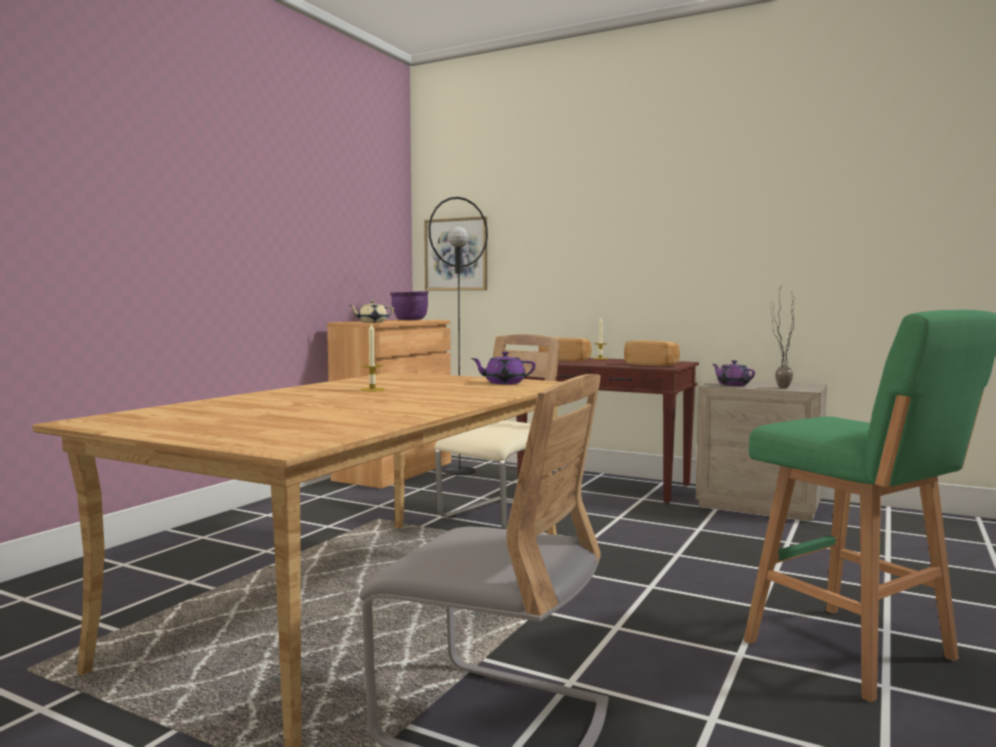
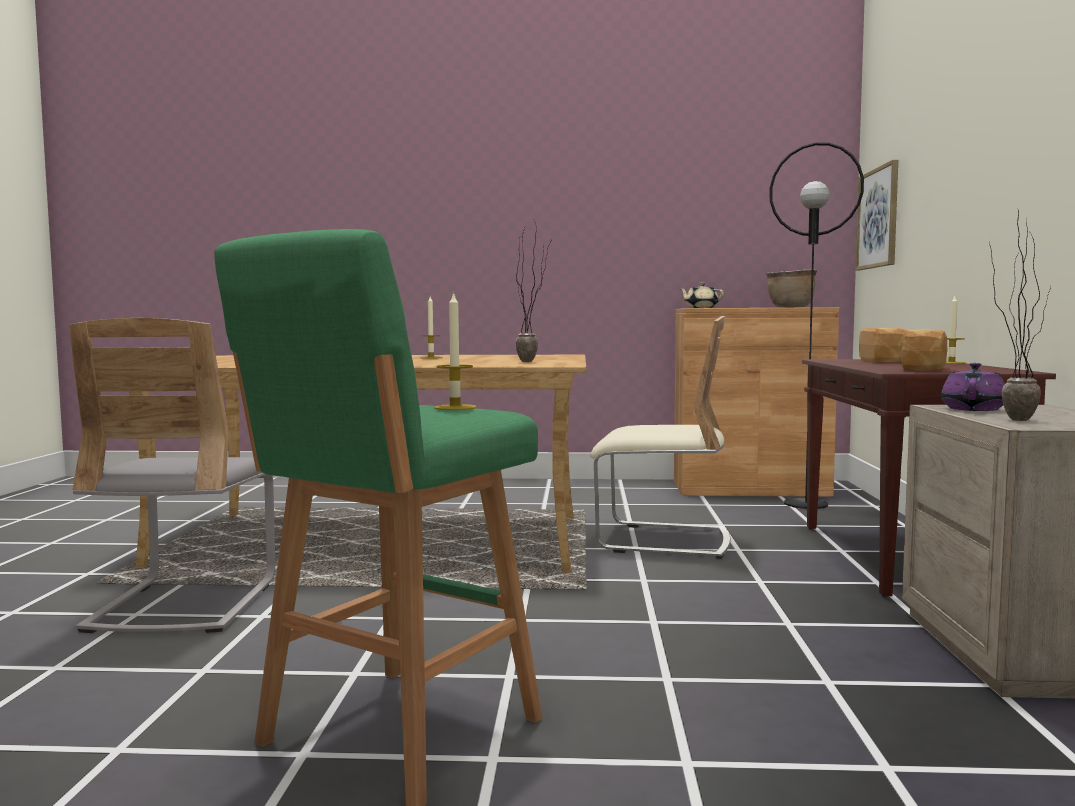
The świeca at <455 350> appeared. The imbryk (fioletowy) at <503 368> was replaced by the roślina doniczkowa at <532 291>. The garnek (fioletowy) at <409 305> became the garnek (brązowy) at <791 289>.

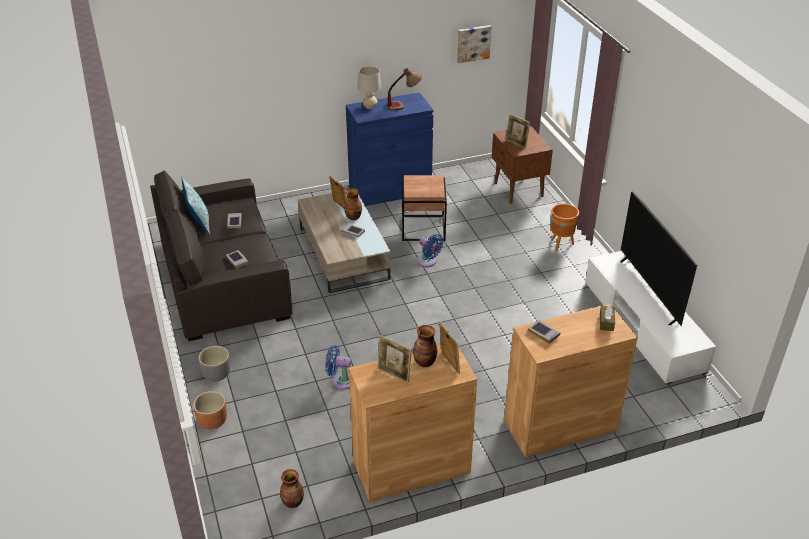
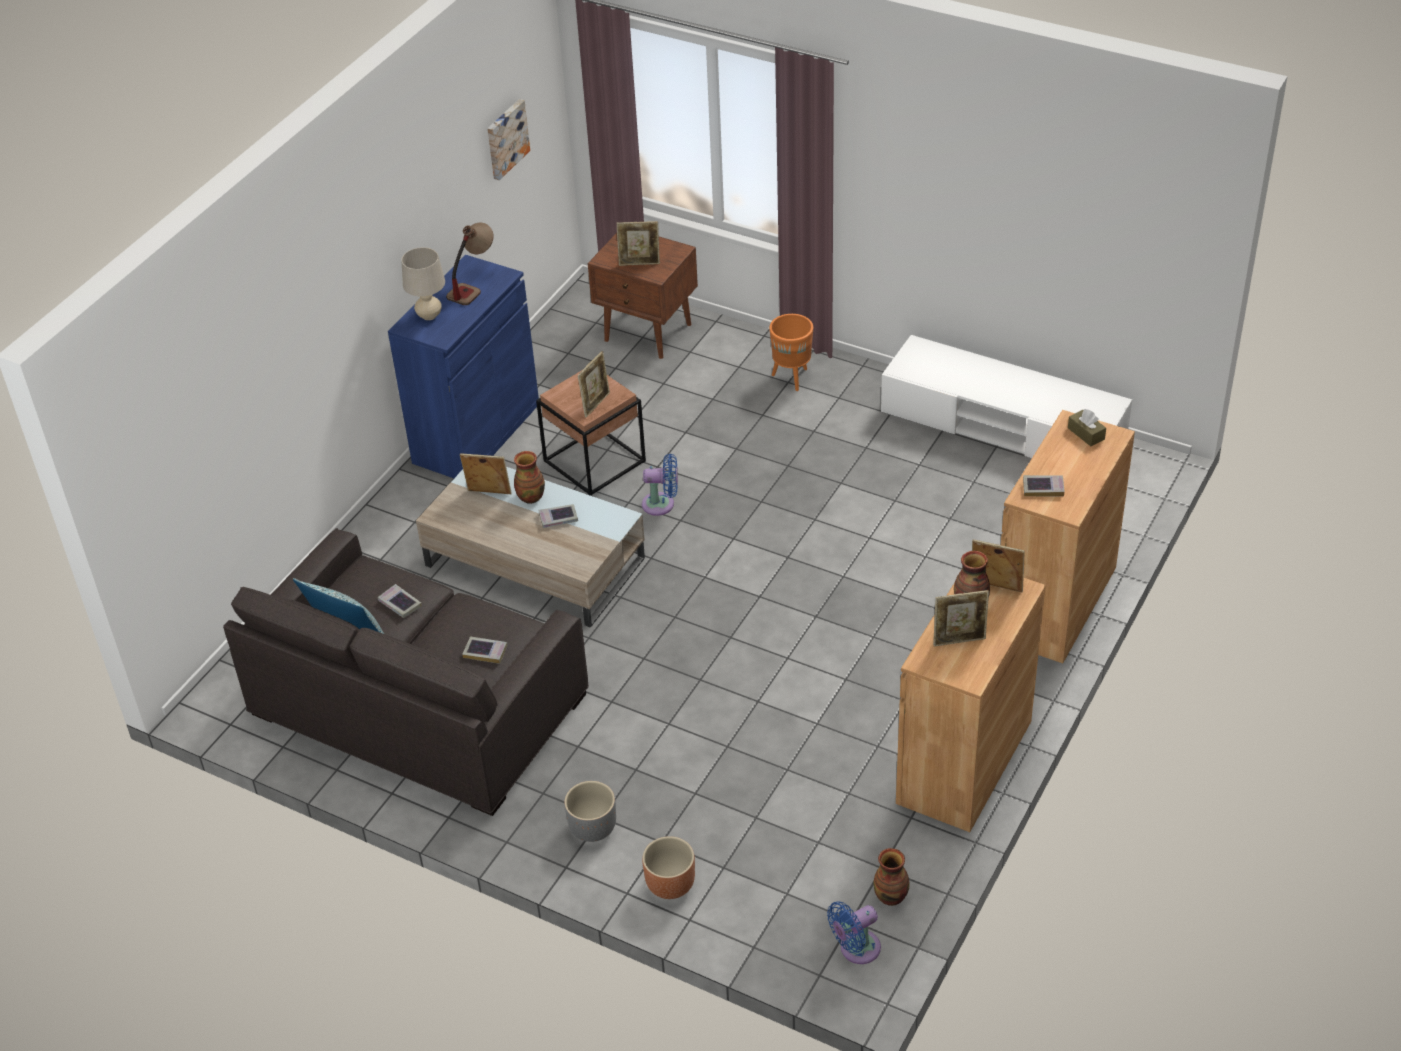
The telewizor at <658 258> disappeared. The ramka na zdjęcie at <594 384> appeared. The wentylator (niebieski) moved from <338 367> to <854 932>.

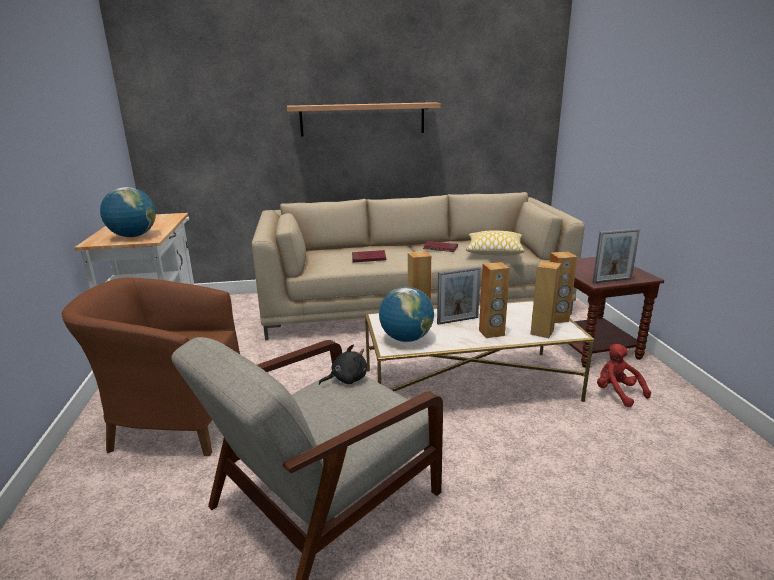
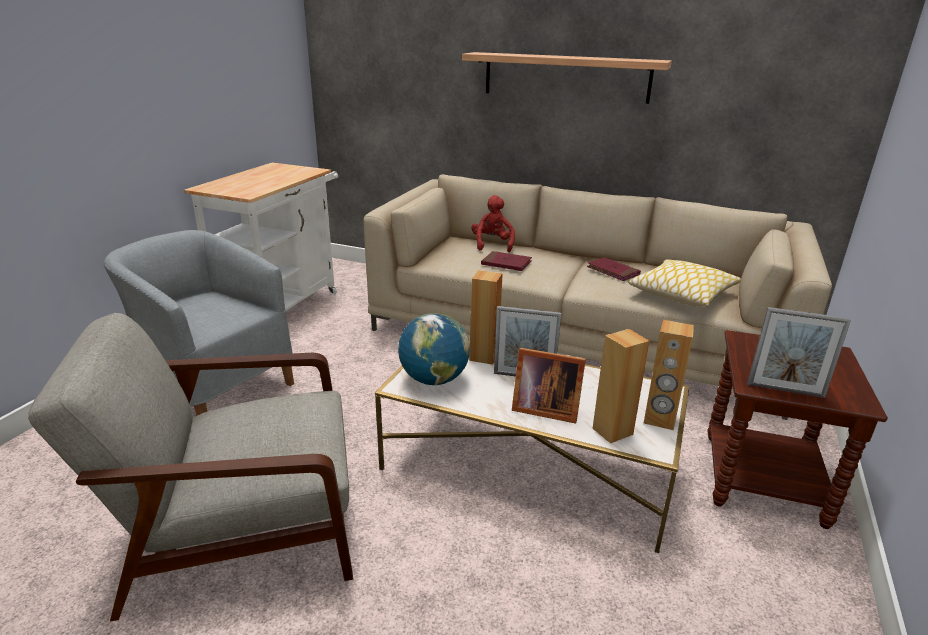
The globus at <128 212> disappeared. The pluszak (czarny) at <343 364> disappeared. The pluszak (czerwony) moved from <624 375> to <493 223>. The głośnik (brązowy) at <494 300> was replaced by the ramka na zdjęcie at <549 386>. The fotel (brązowy) at <151 366> became the fotel (szary) at <198 323>.

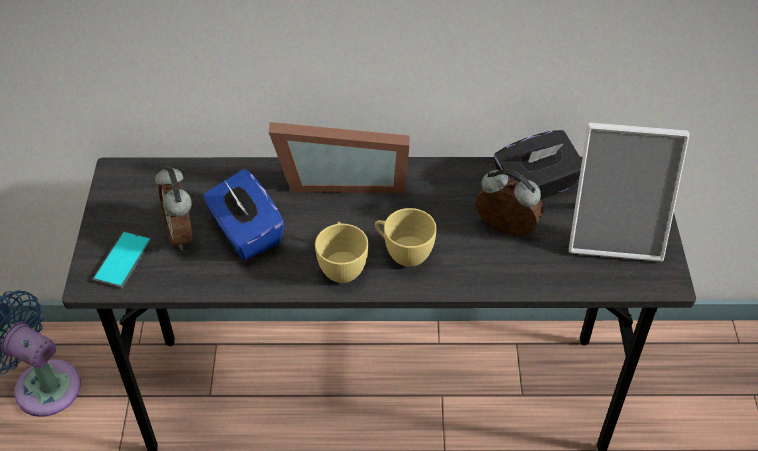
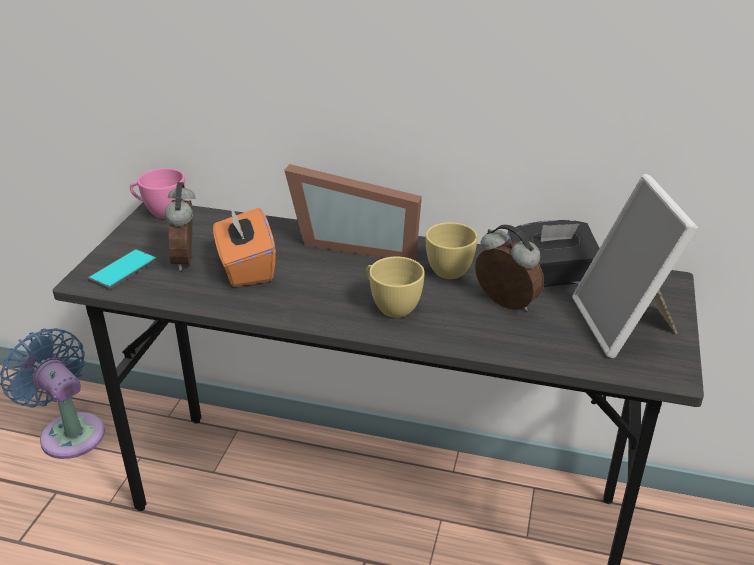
The filiżanka (różowy) at <157 193> appeared. The filiżanka (żółty) moved from <341 252> to <451 250>. The pudełko chusteczek (niebieski) at <243 214> became the pudełko chusteczek (pomarańczowy) at <244 245>. The ramka na zdjęcie at <629 192> turned 60 degrees clockwise.

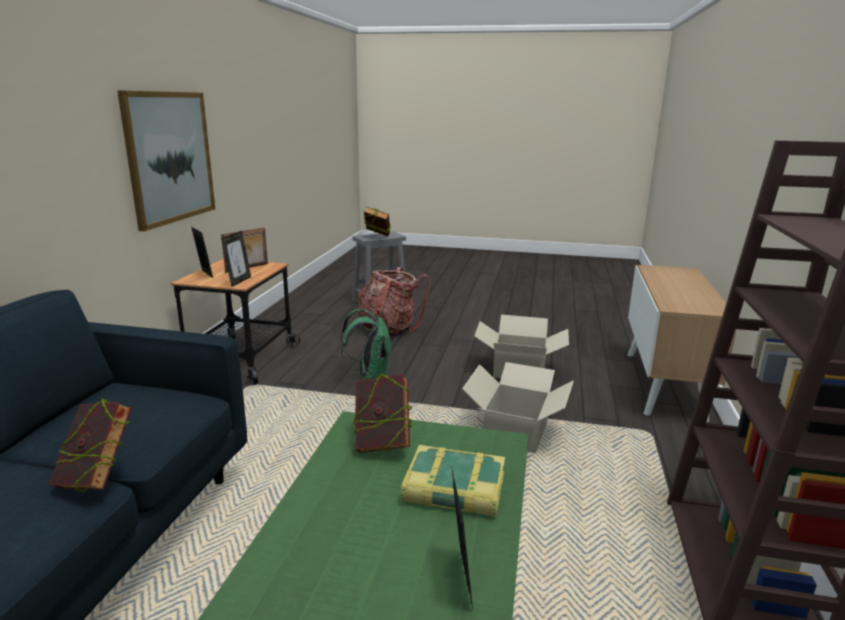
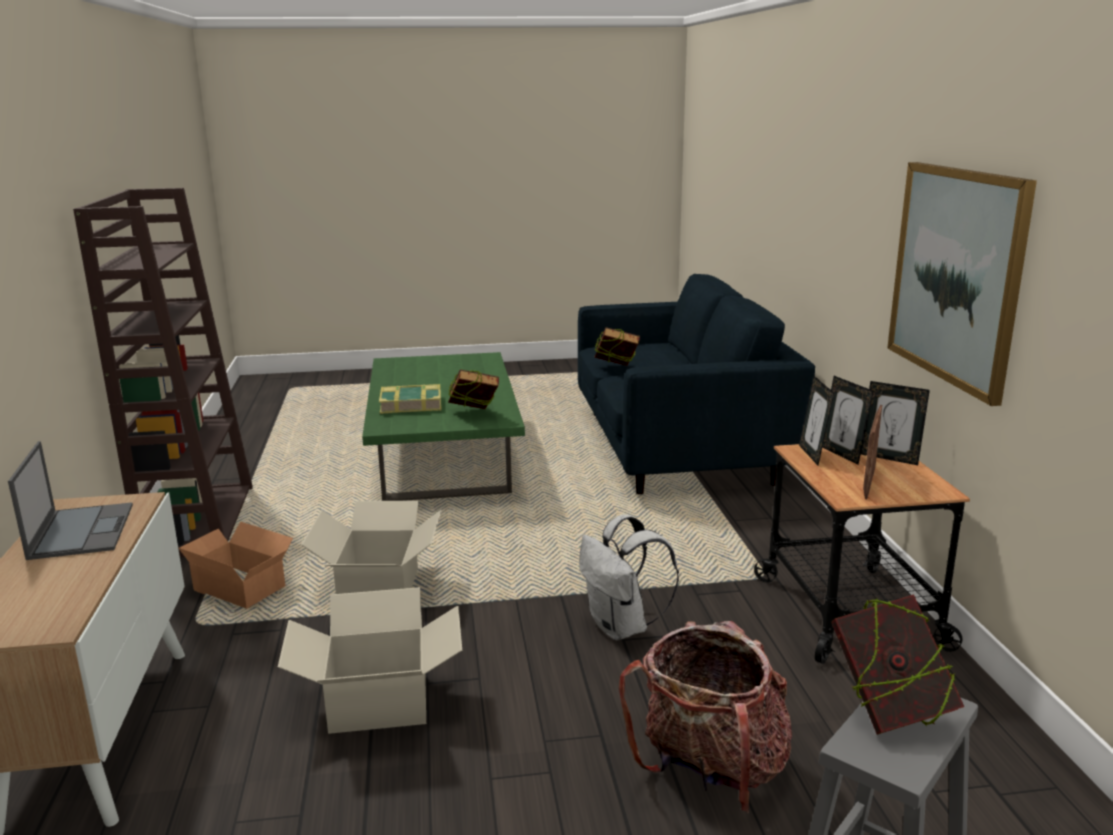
The laptop at <70 500> appeared. The karton at <235 565> appeared. The ramka na zdjęcie moved from <462 539> to <848 420>. The plecak (zielony) at <366 344> became the plecak (biały) at <629 577>.

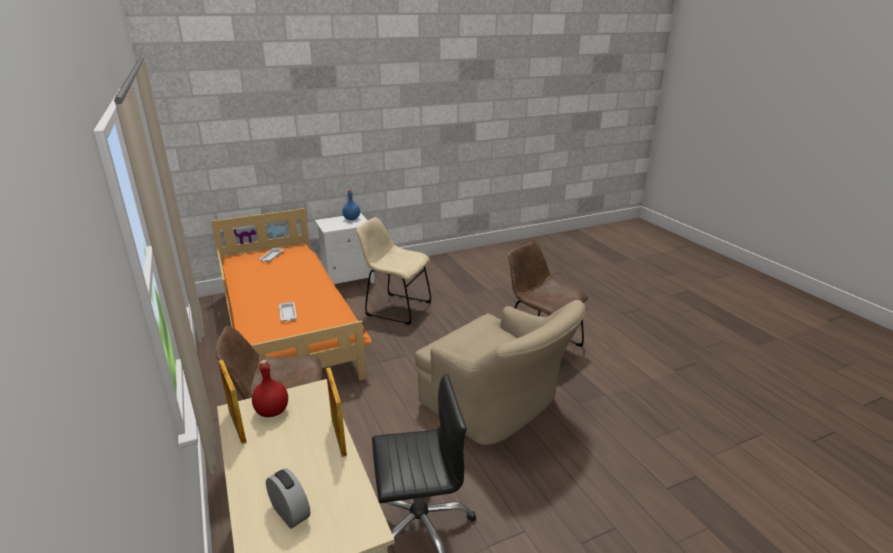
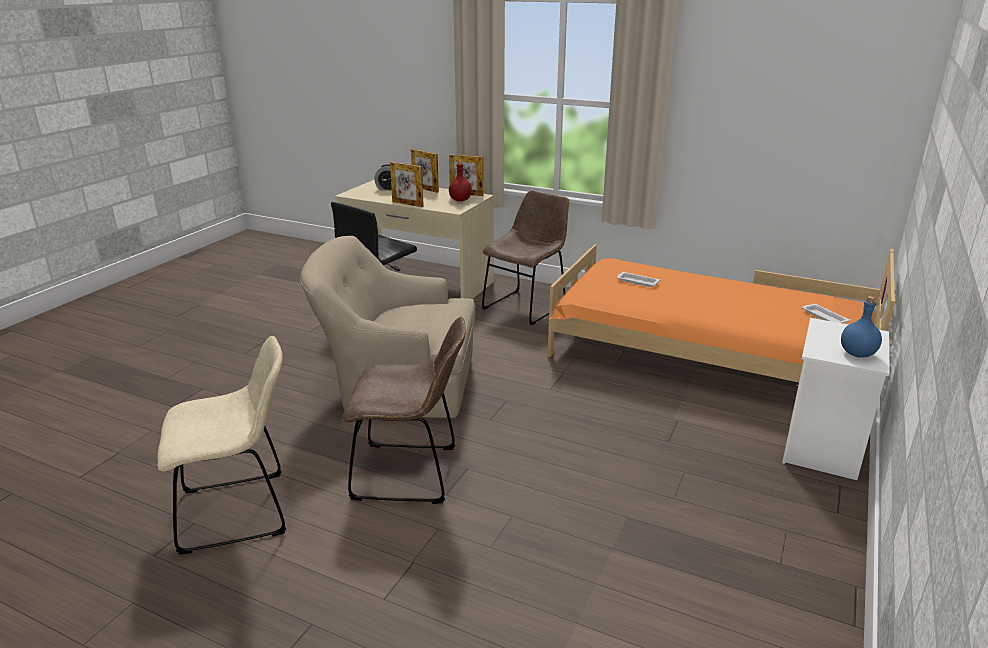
The ramka na zdjęcie at <425 171> appeared. The krzesło (beżowy) moved from <393 271> to <222 445>.

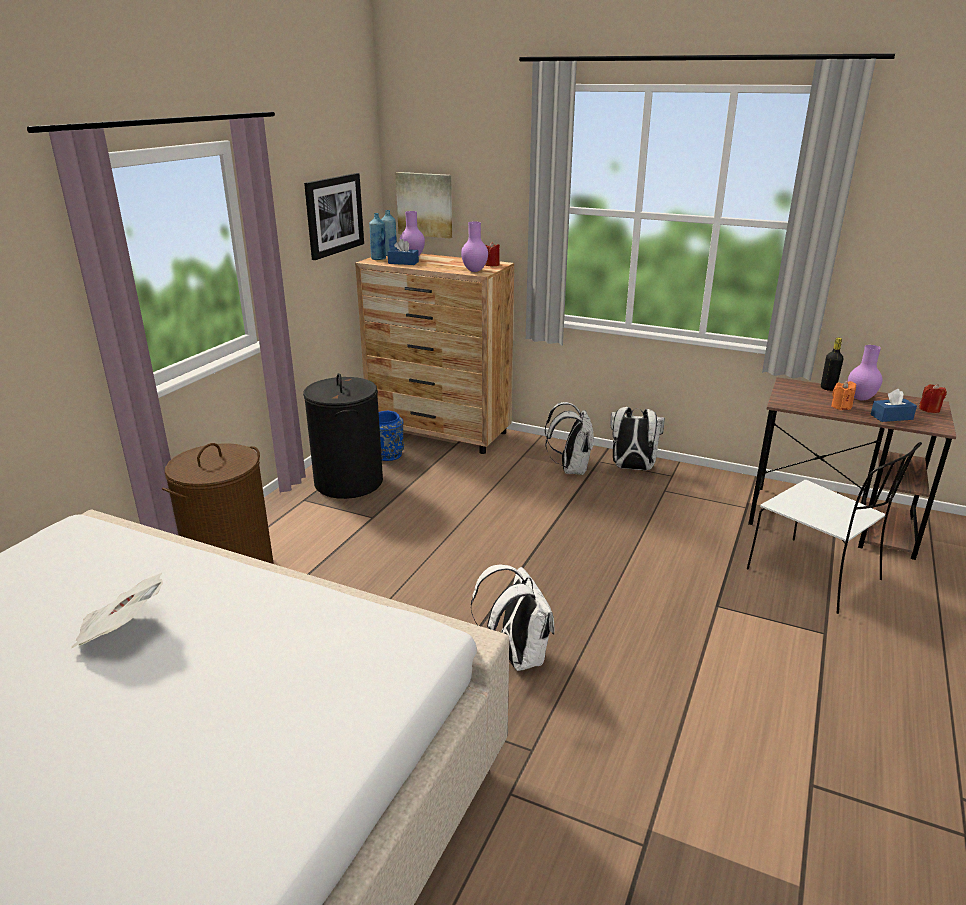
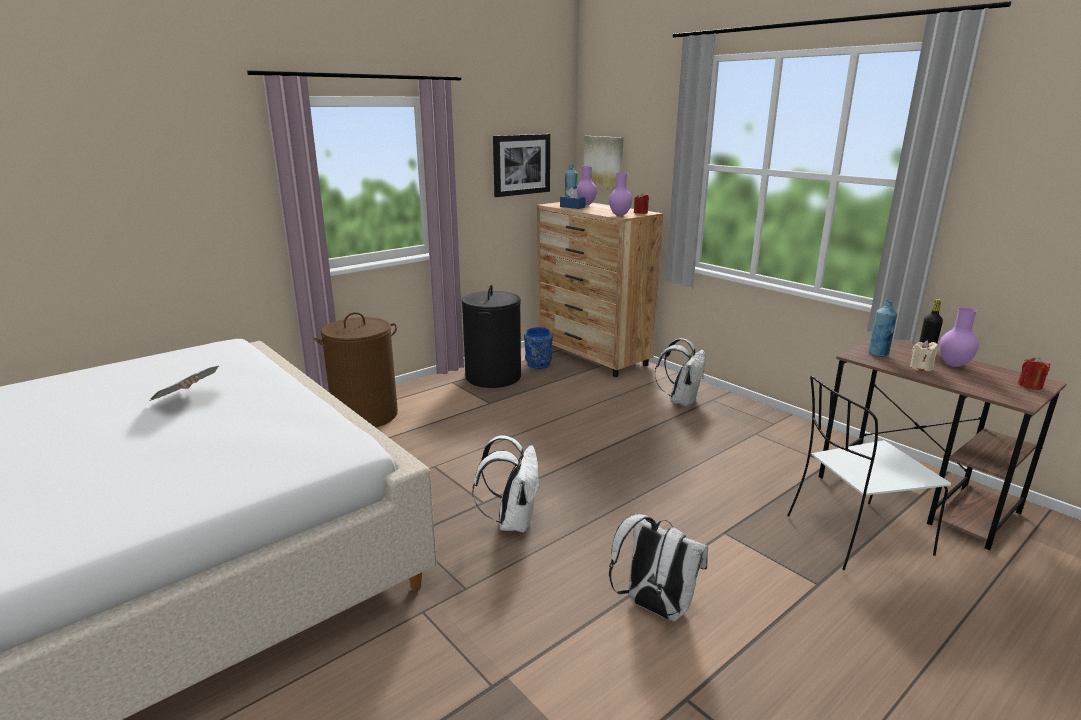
The pudełko chusteczek (niebieski) at <893 405> disappeared. The butelka (niebieski) moved from <377 236> to <882 328>. The plecak (biały) moved from <638 438> to <658 567>. The świeca (pomarańczowy) at <843 395> became the świeca (beżowy) at <924 355>. The krzesło (biały) at <834 528> turned 90 degrees clockwise.

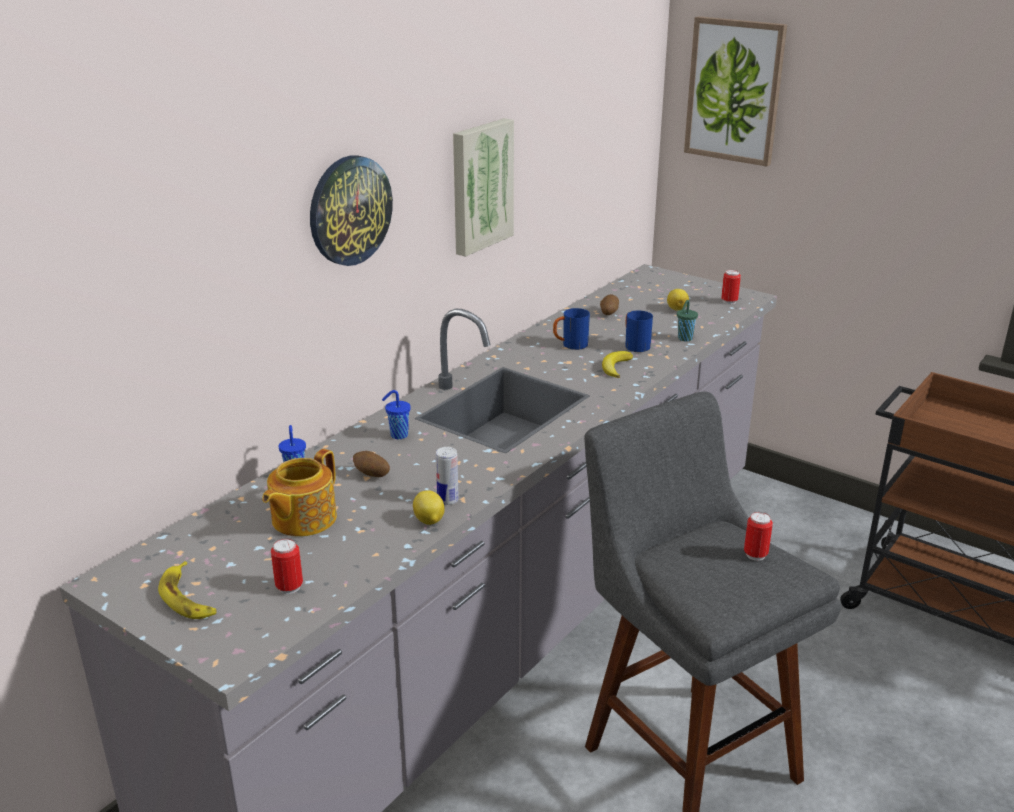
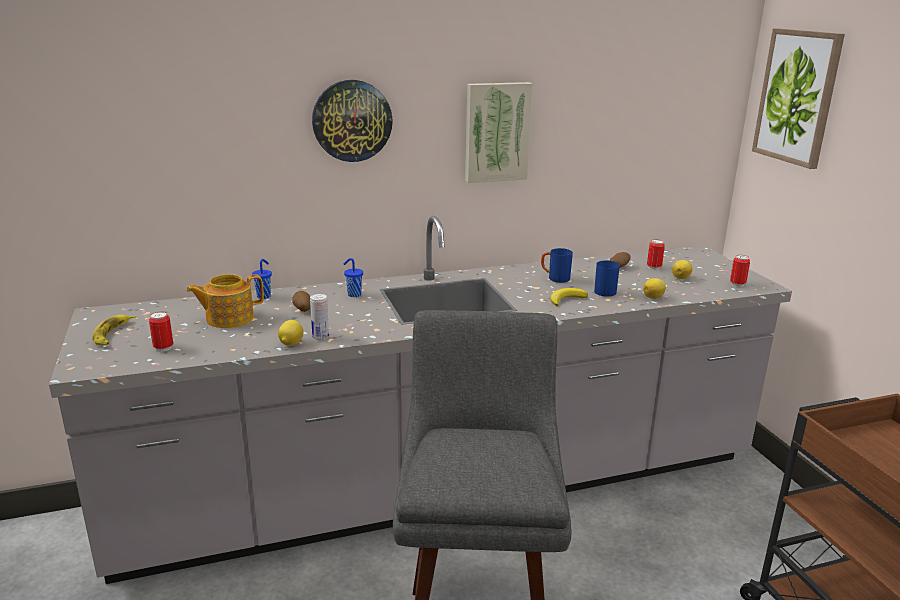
The puszka moved from <758 536> to <656 254>. The filiżanka (zielony) at <687 320> was replaced by the cytryna at <654 288>.

